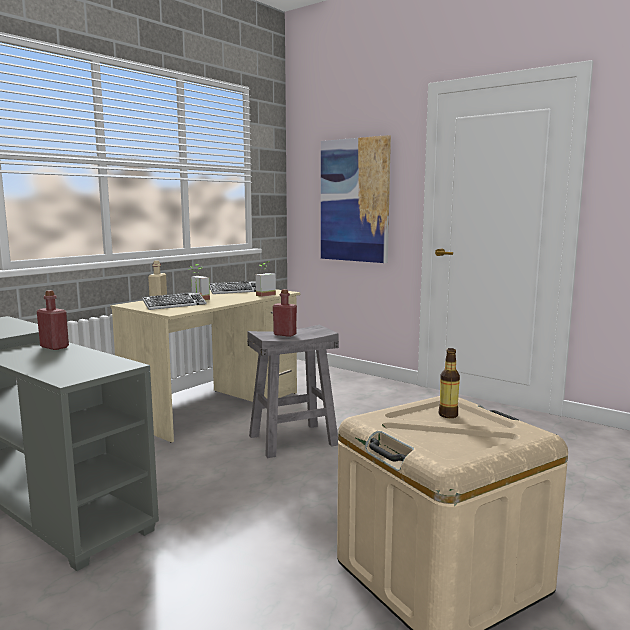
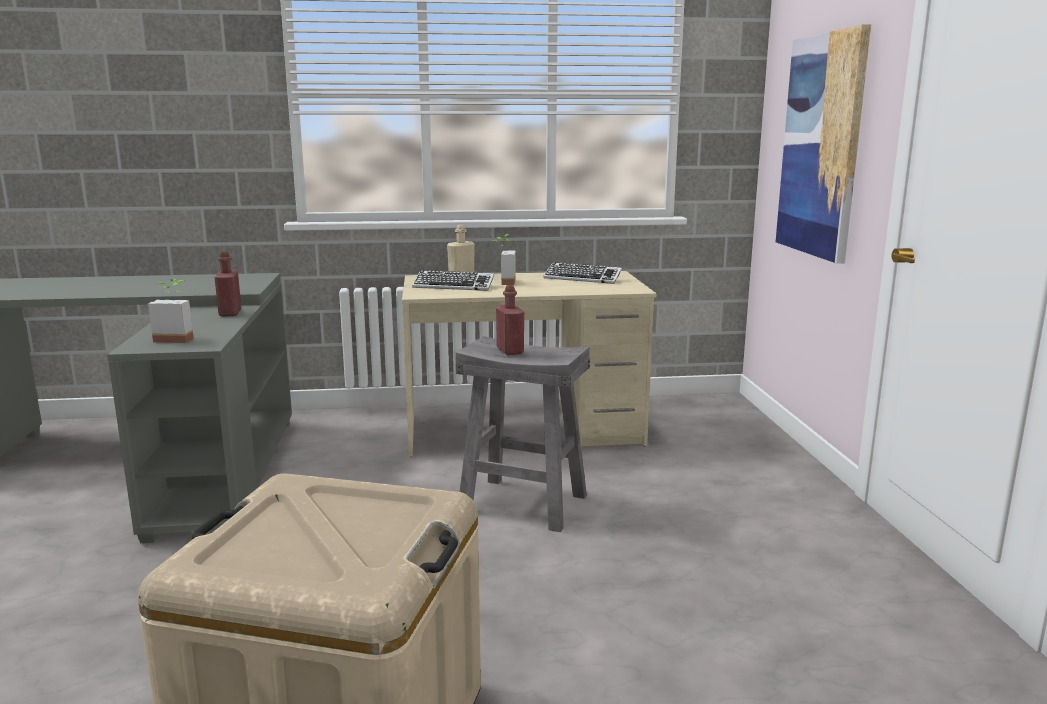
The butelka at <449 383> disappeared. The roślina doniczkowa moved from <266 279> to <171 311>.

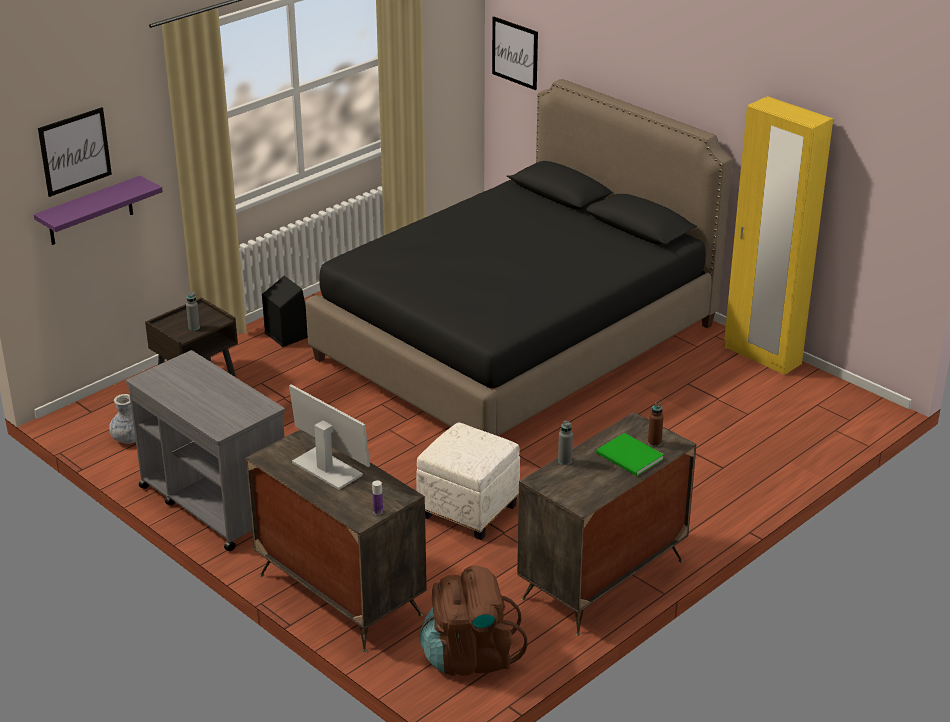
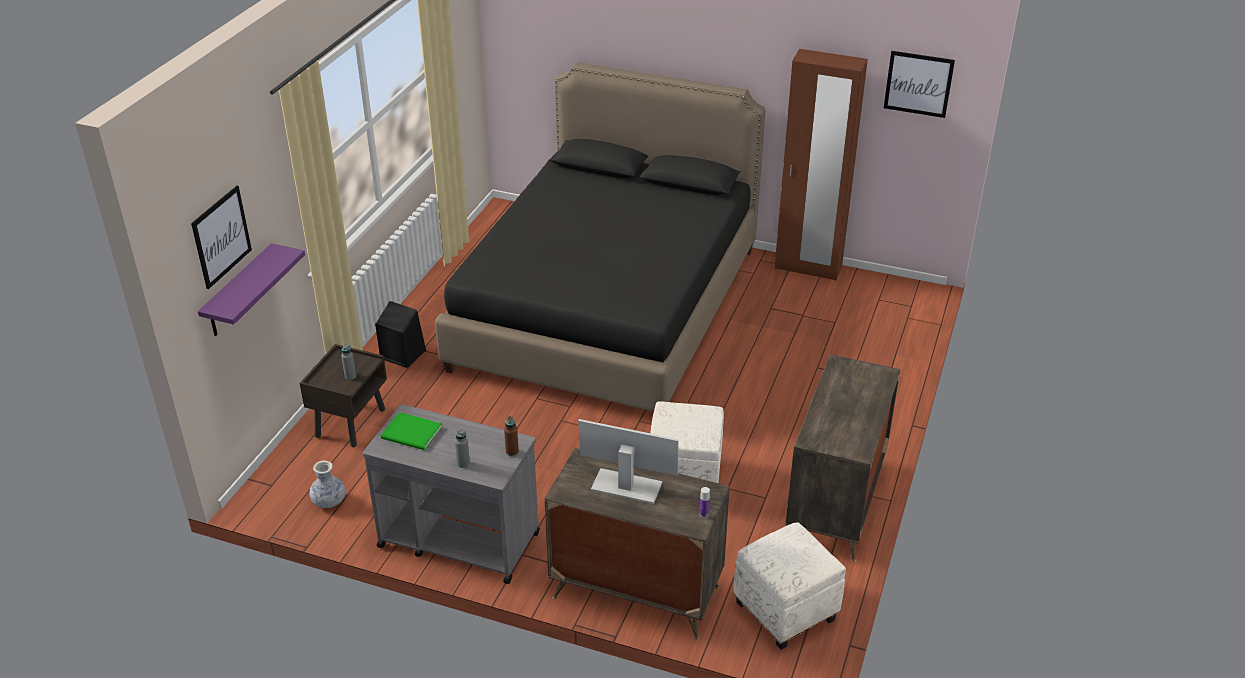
The obraz moved from <515 53> to <919 84>. The butelka (szary) moved from <565 443> to <462 448>. The książka (zielony) moved from <630 454> to <411 431>. The butelka (brązowy) moved from <656 424> to <511 436>. The plecak (brązowy) at <474 621> was replaced by the pufa (biały) at <789 586>. The szafa (żółty) at <778 235> became the szafa (brązowy) at <821 165>.

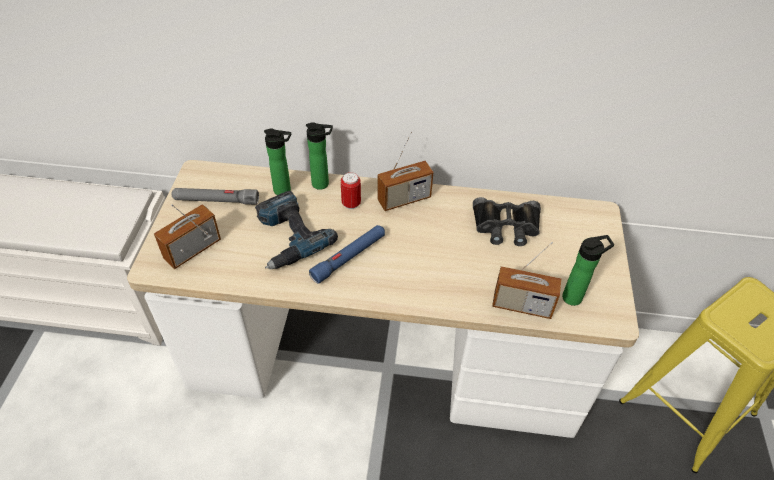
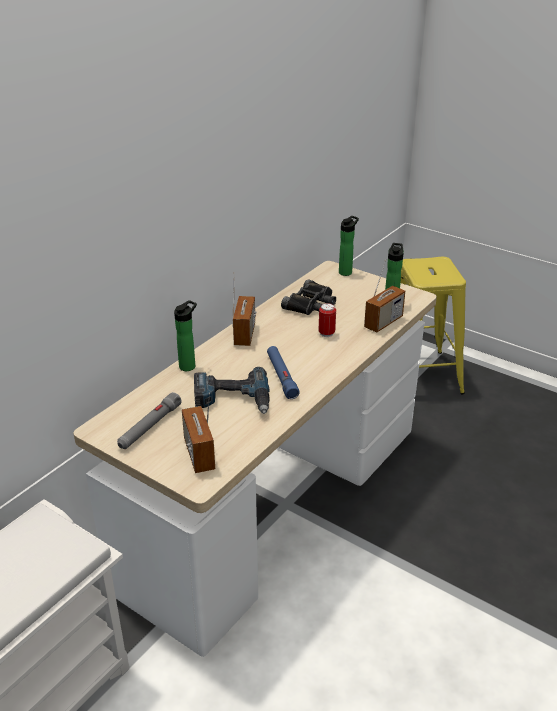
The butelka moved from <277 162> to <349 246>. The puszka moved from <351 190> to <327 320>.

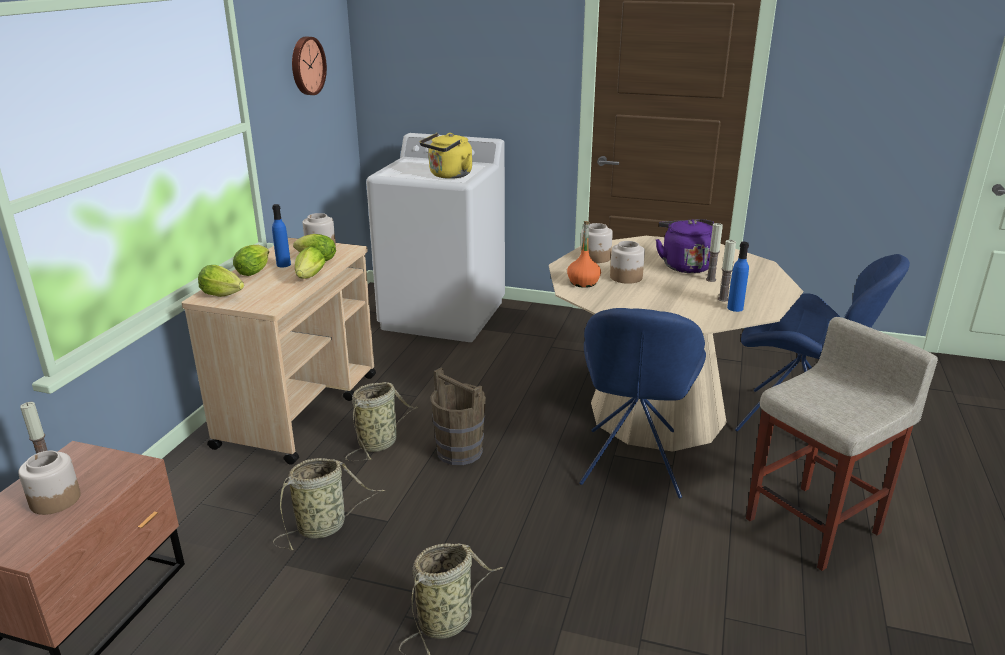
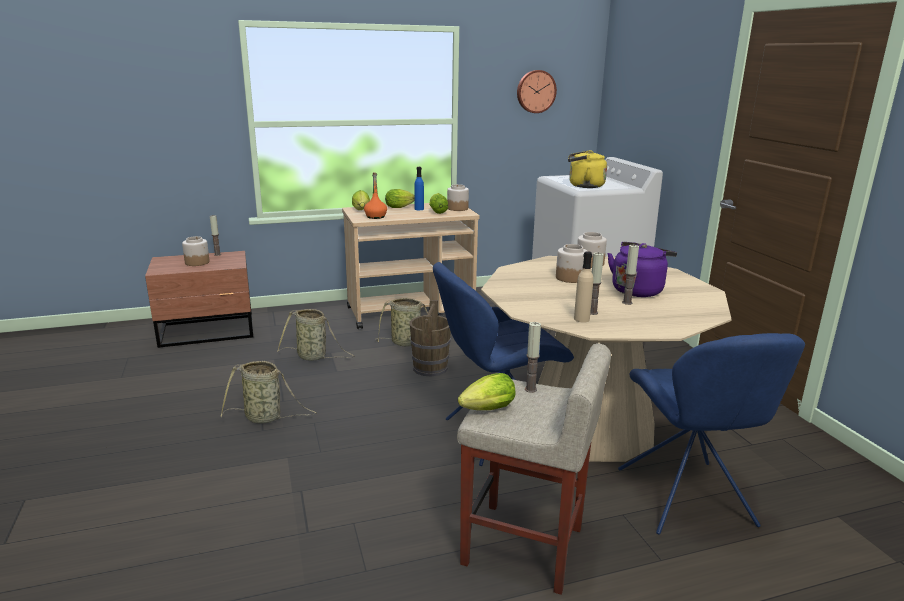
The świeca at <533 357> appeared. The sałata moved from <310 262> to <486 391>. The butelka (pomarańczowy) moved from <584 254> to <375 195>. The butelka (niebieski) at <738 277> became the butelka (beżowy) at <583 287>.

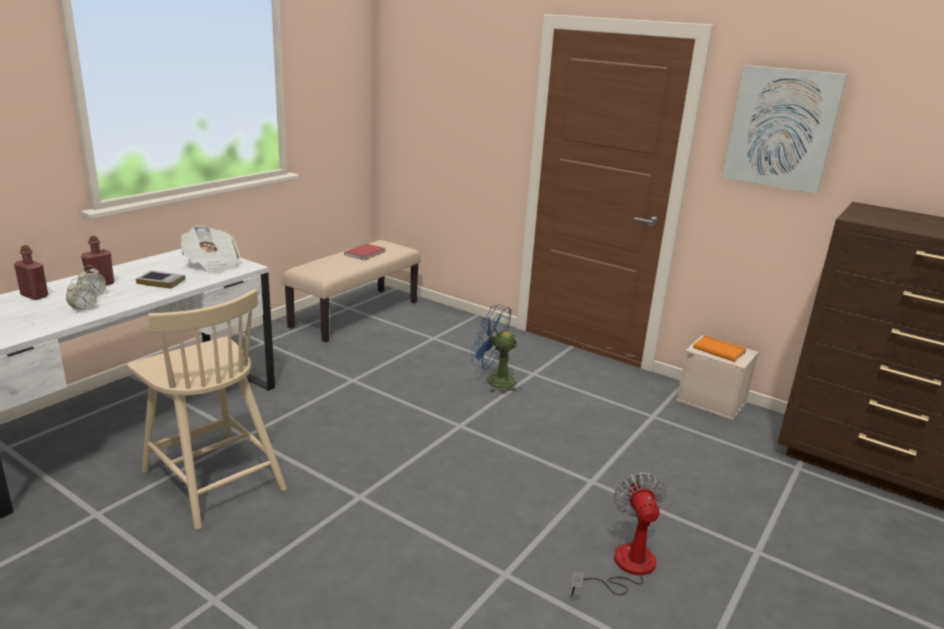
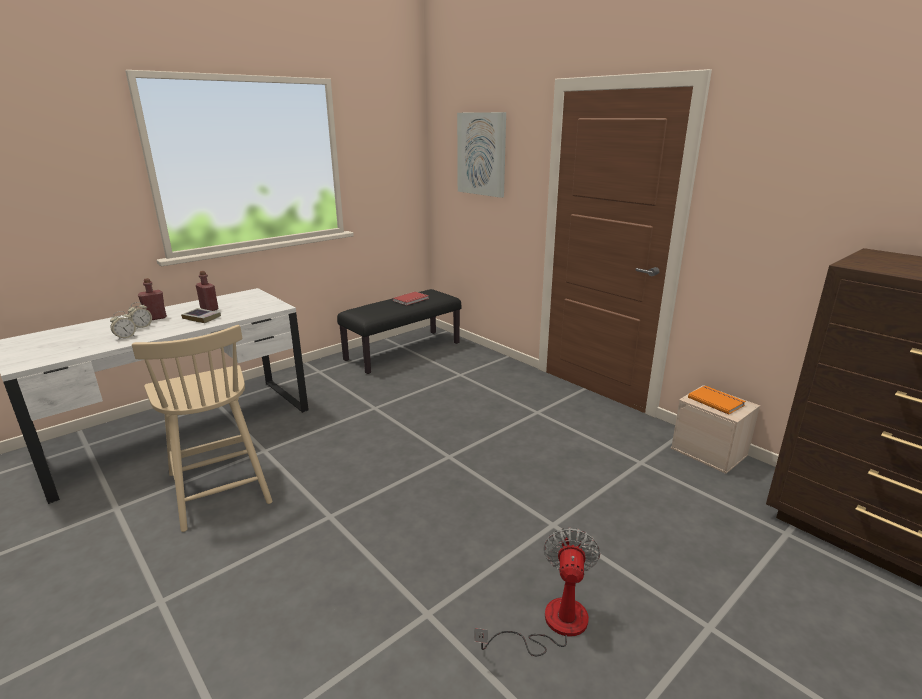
The gazeta at <211 250> disappeared. The wentylator (niebieski) at <496 349> disappeared. The butelka (czerwony) moved from <31 272> to <207 291>. The obraz moved from <785 129> to <481 155>. The ławka (beżowy) at <351 291> became the ławka (czarny) at <399 331>.

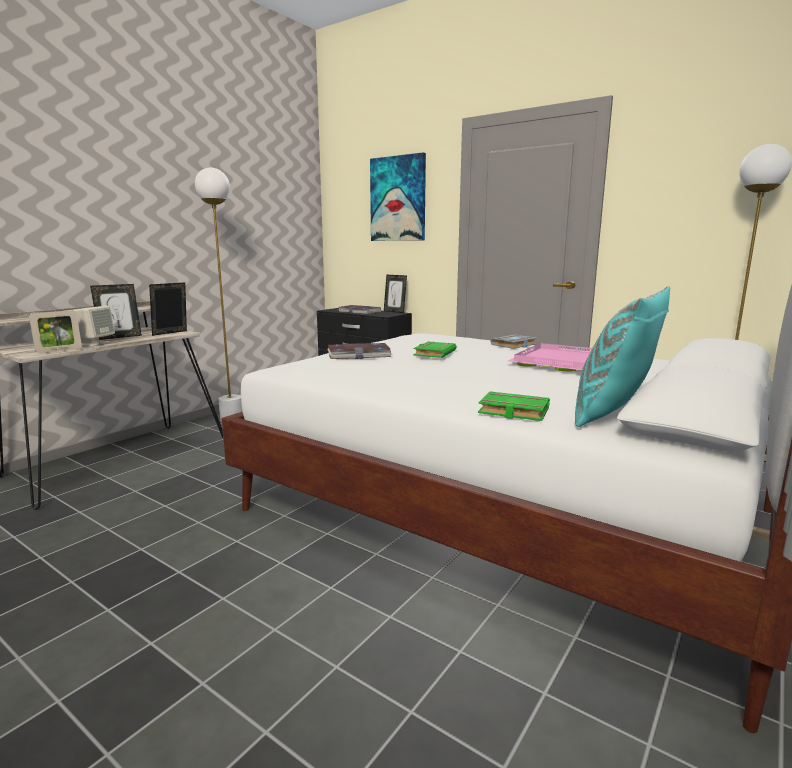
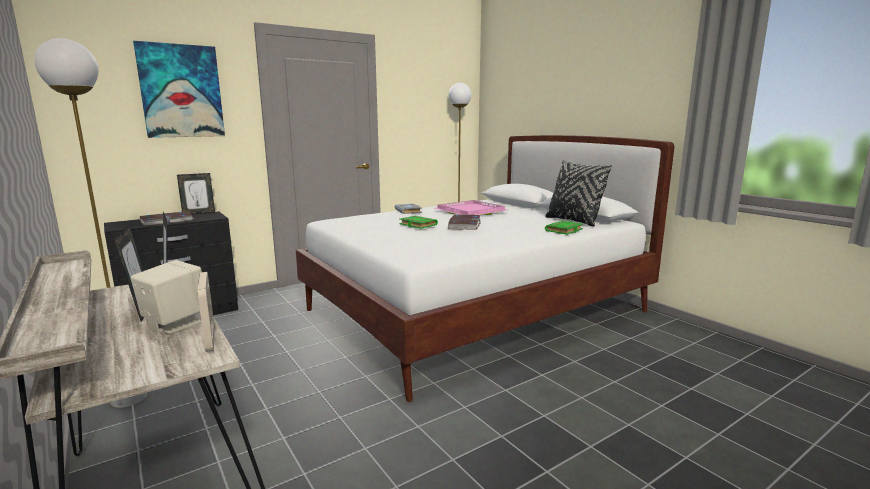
The książka moved from <360 351> to <464 222>. The poduszka (turkusowy) at <622 356> became the poduszka (czarny) at <579 193>.

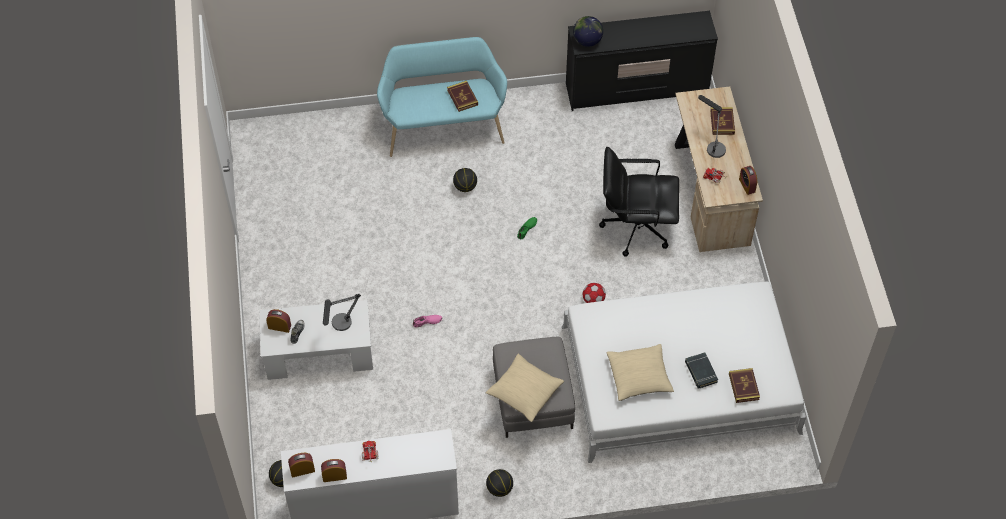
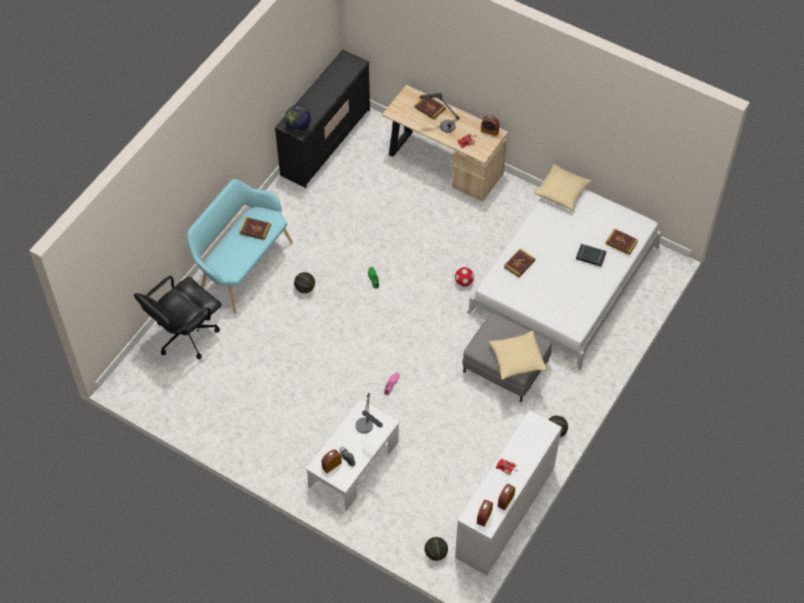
The książka at <519 262> appeared. The krzesło biurowe (czarny) moved from <639 202> to <178 317>. The poduszka (beżowy) moved from <640 372> to <563 187>.

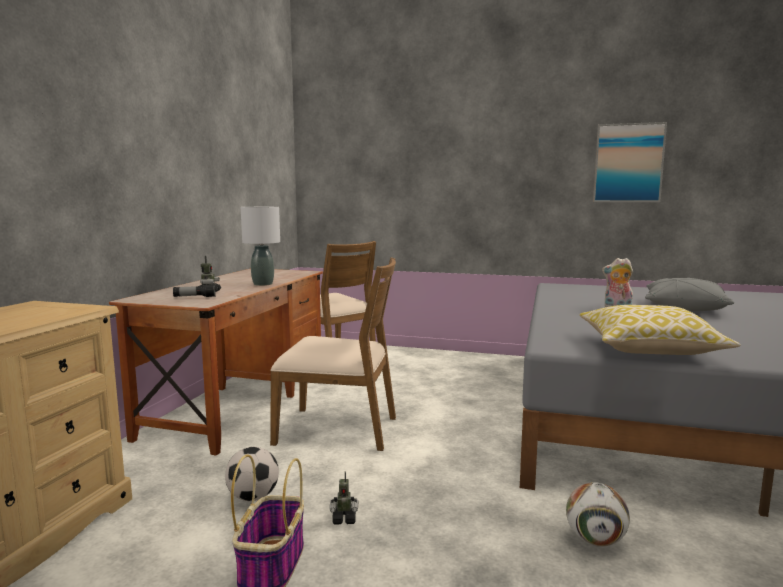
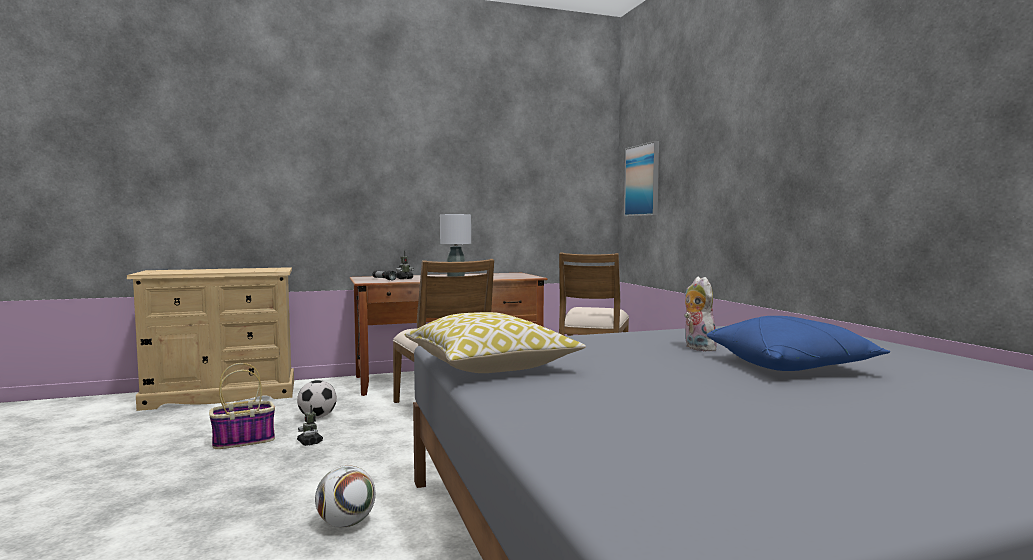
The obraz moved from <630 162> to <641 178>. The poduszka (szary) at <689 294> became the poduszka (niebieski) at <798 343>.

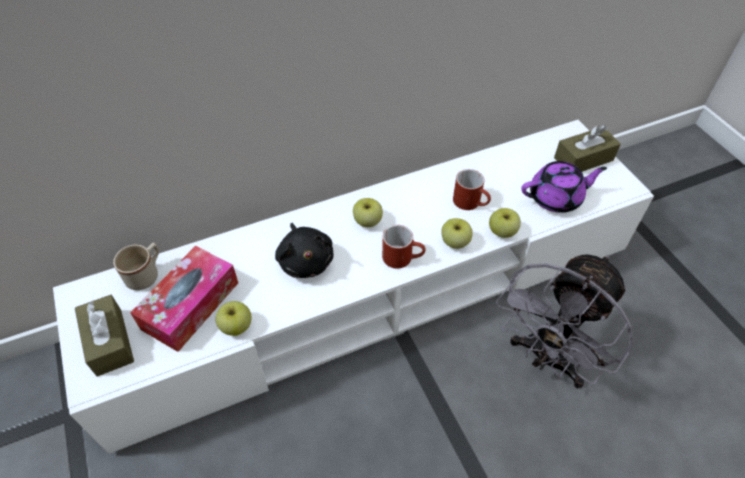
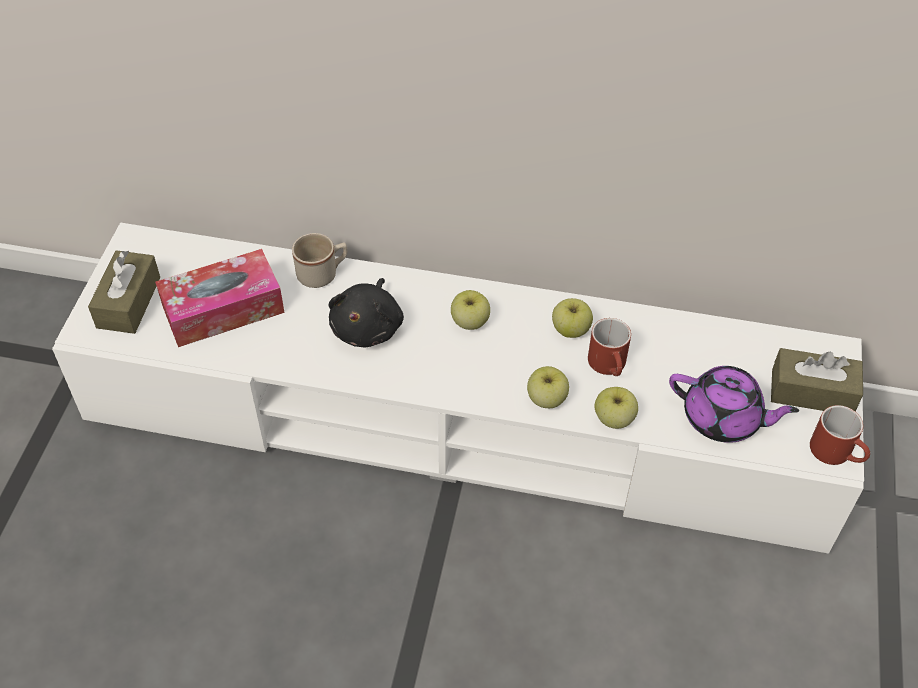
The wentylator (szary) at <565 321> disappeared. The kubek (beżowy) moved from <136 266> to <319 260>. The jabłko moved from <233 318> to <572 318>. The kubek (czerwony) moved from <404 247> to <840 435>.

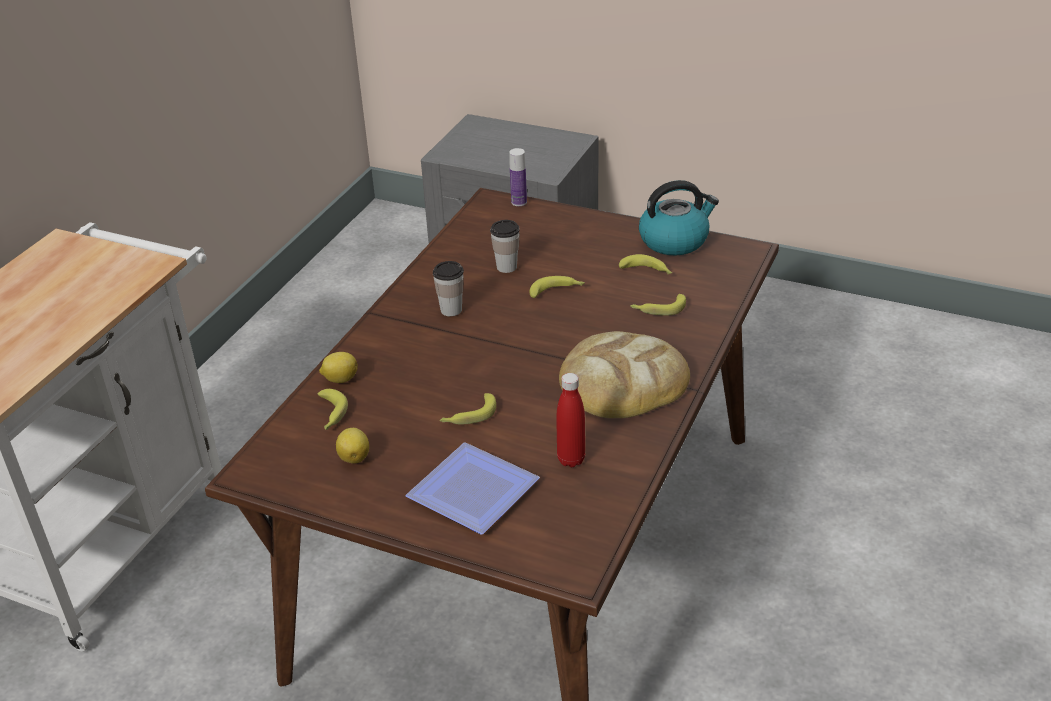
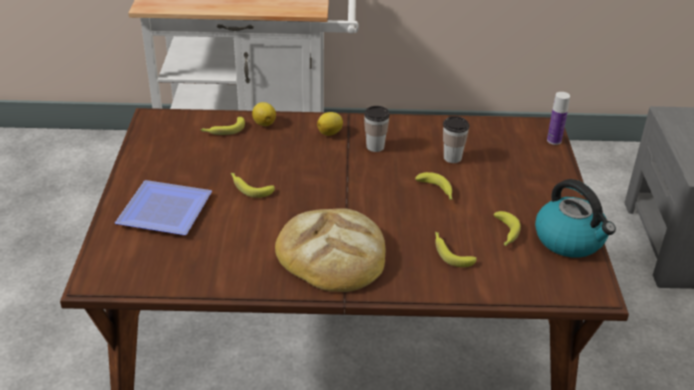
The butelka (czerwony) at <570 420> disappeared. The cytryna moved from <352 446> to <330 124>.

